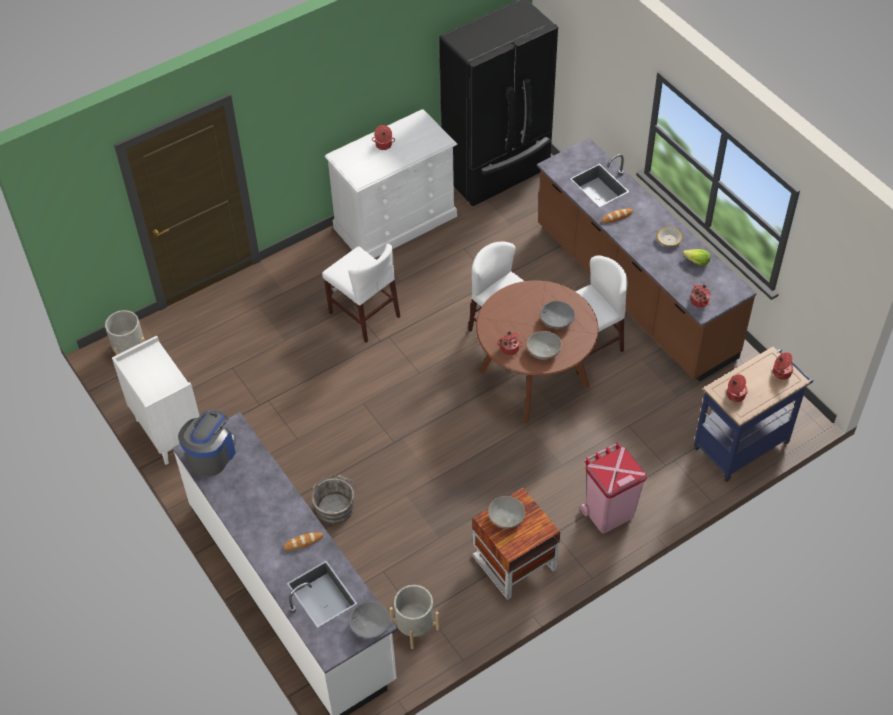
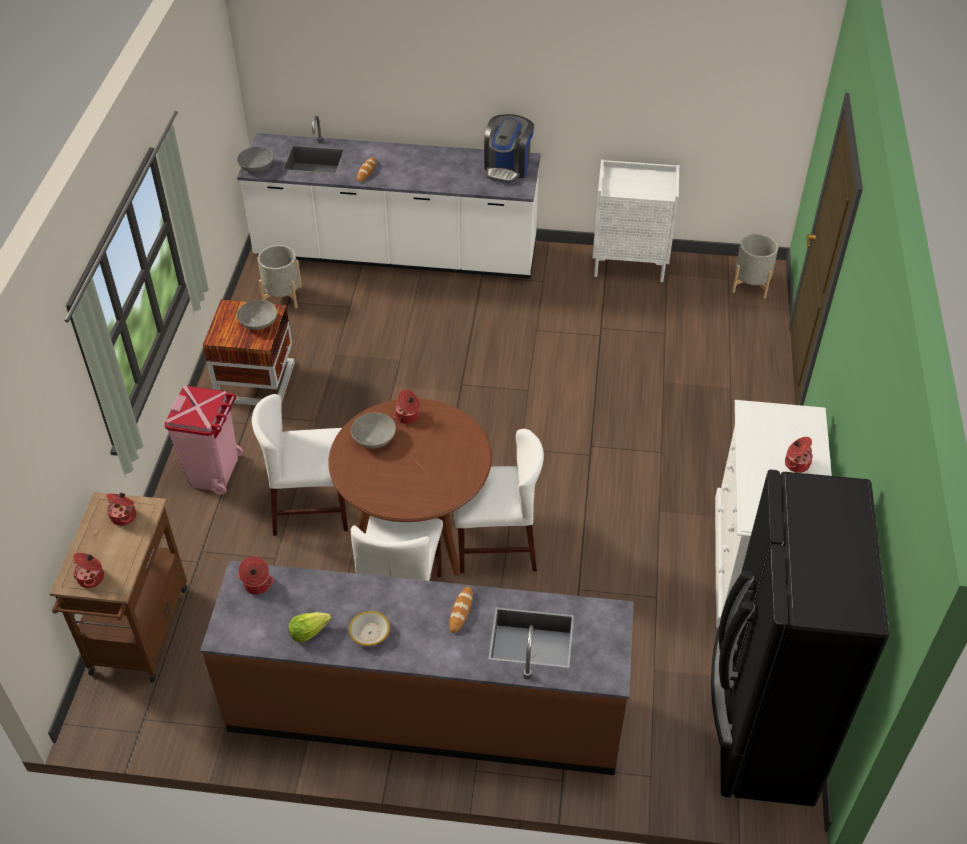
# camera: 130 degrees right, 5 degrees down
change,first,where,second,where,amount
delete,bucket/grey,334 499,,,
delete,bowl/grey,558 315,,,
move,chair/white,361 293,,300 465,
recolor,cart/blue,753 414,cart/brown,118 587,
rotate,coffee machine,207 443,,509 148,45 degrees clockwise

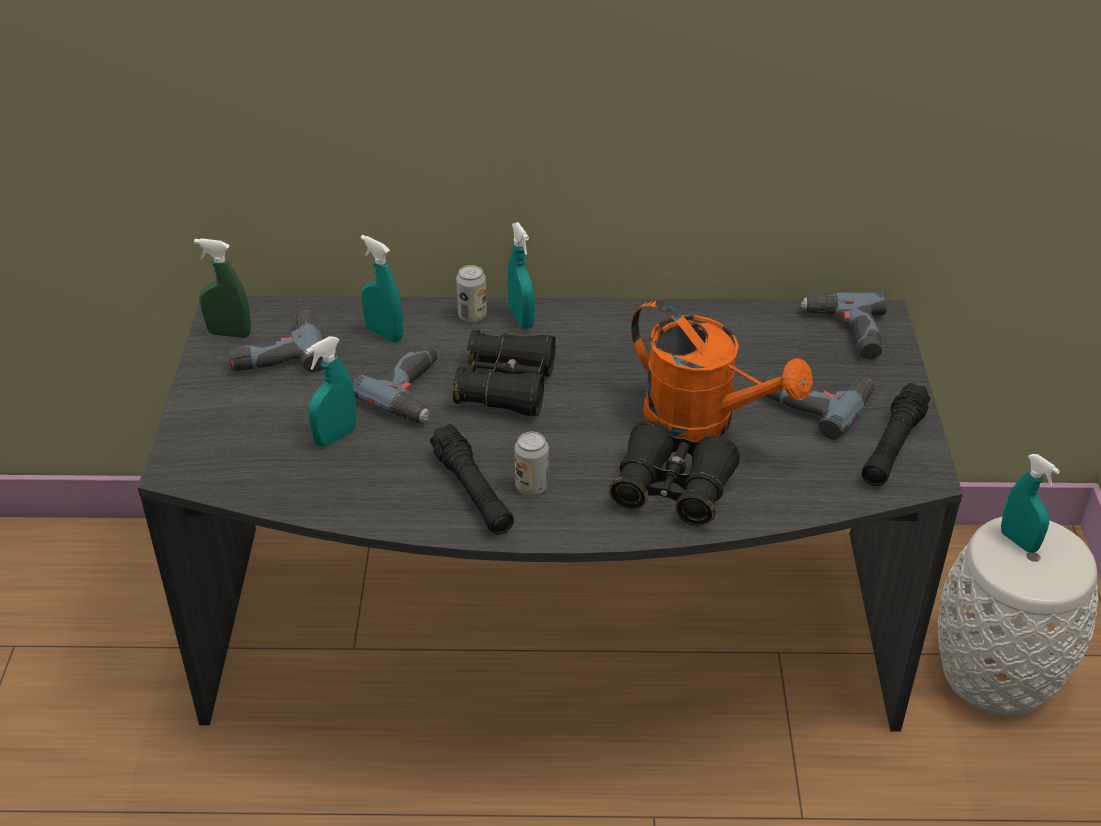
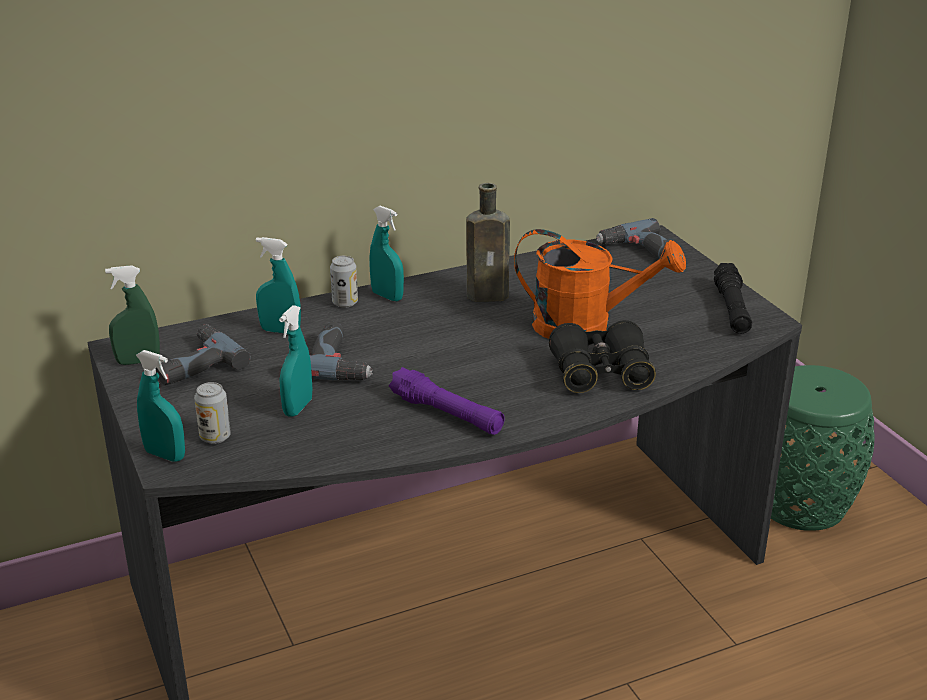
# camera: 25 degrees left, 10 degrees down
change,first,where,second,where,amount
delete,binoculars/black,504 373,,,
delete,power drill,819 407,,,
insert,,,bottle/brown,488 242,
move,can,532 463,,212 413,
move,spray bottle/turquoise,1030 503,,160 405,
recolor,flashlight/black,472 479,flashlight/purple,447 401,
recolor,stool/white,1018 616,stool/green,823 448,

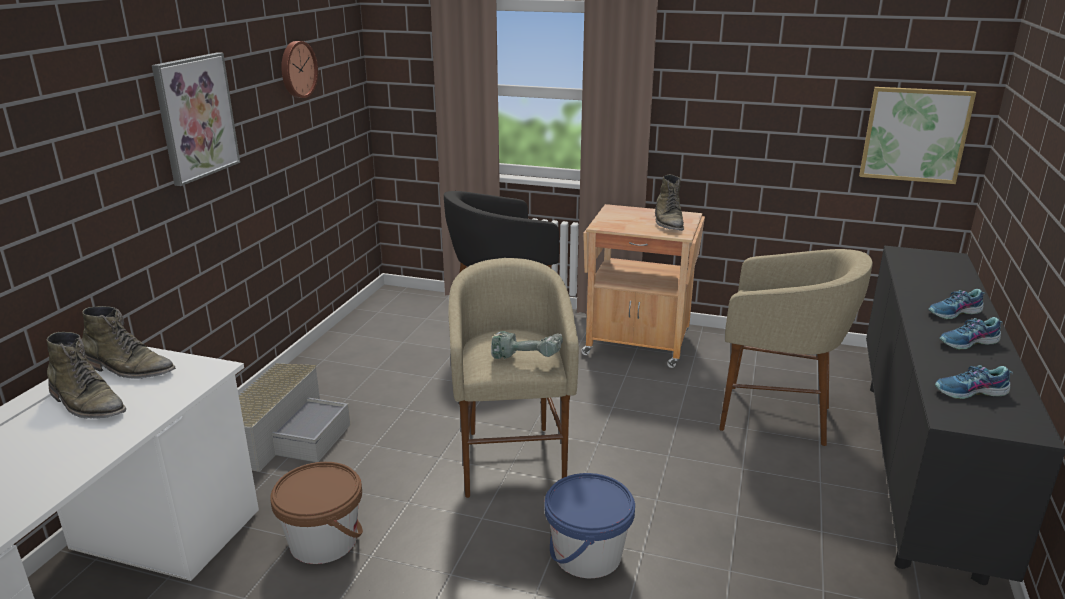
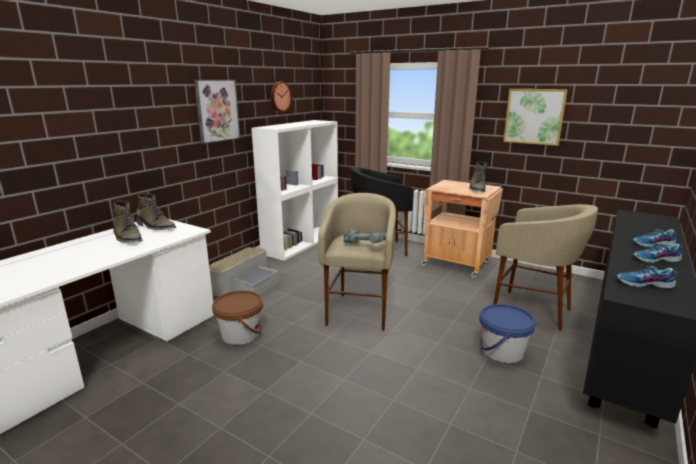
# camera: 15 degrees right, 5 degrees down
change,first,where,second,where,amount
insert,,,bookcase/white,294 190,
move,bucket/blue,589 525,,507 333,
move,picture,917 135,,535 117,

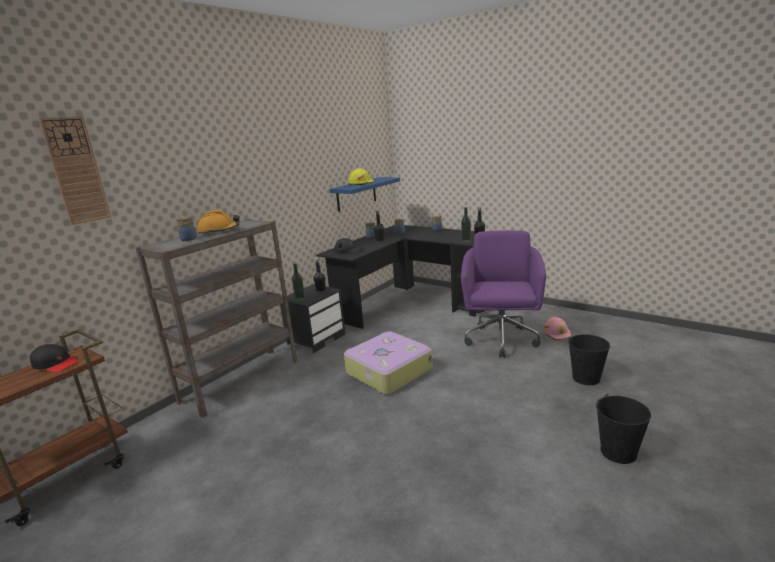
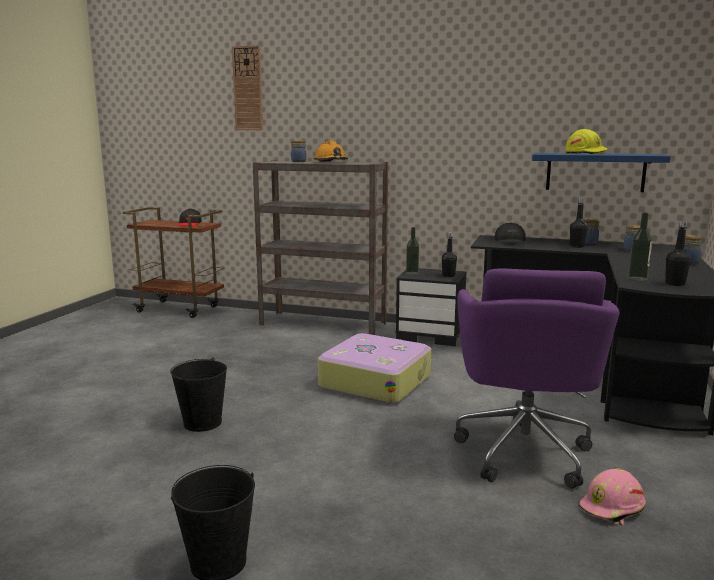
# camera: 70 degrees right, 5 degrees down
change,first,where,second,where,amount
move,bucket/black,589 359,,198 394,
rotate,office chair/purple,503 294,,536 378,105 degrees clockwise

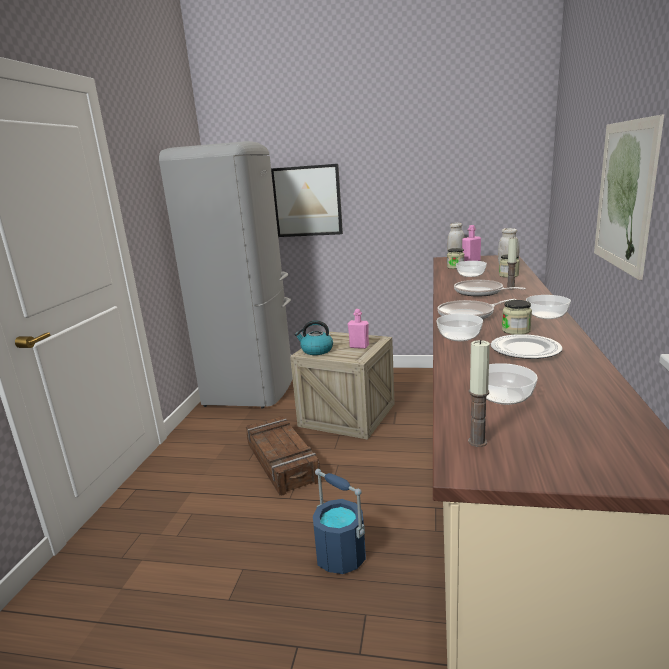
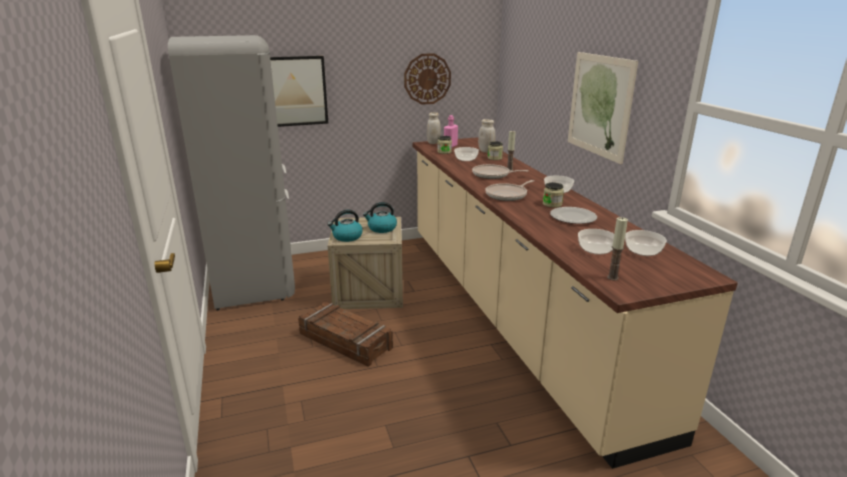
# camera: 30 degrees left, 5 degrees up
change,first,where,second,where,amount
delete,bucket/blue,339 521,,,
insert,,,wall clock,427 79,
move,bowl,460 327,,646 243,
replace,bottle/pink,358 329,kettle,380 217,

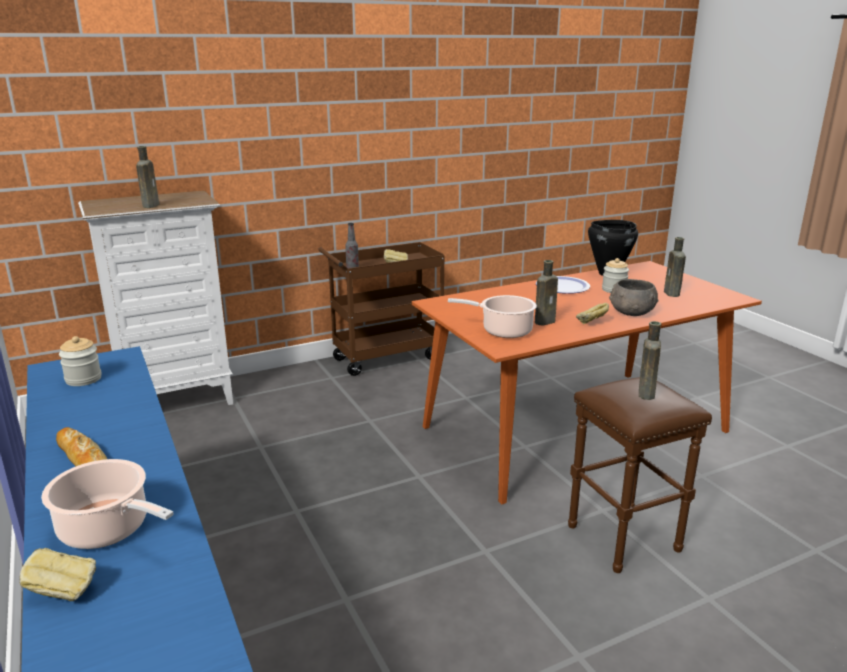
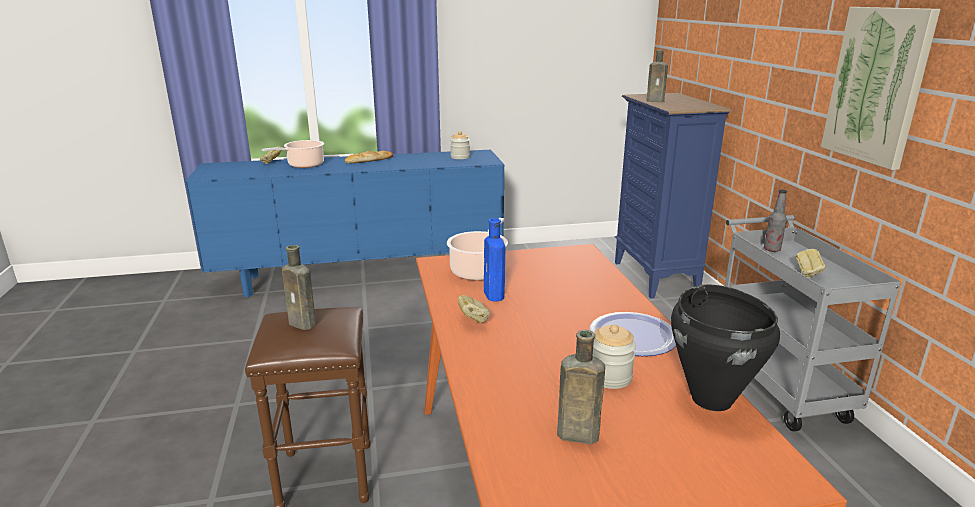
# camera: 105 degrees right, 0 degrees up
change,first,where,second,where,amount
delete,bowl/grey,633 297,,,
insert,,,picture,880 88,
recolor,dresser/white,155 298,dresser/blue,673 196,
recolor,cart/brown,381 309,cart/grey,813 323,
recolor,bottle/brown,546 292,bottle/blue,495 260,

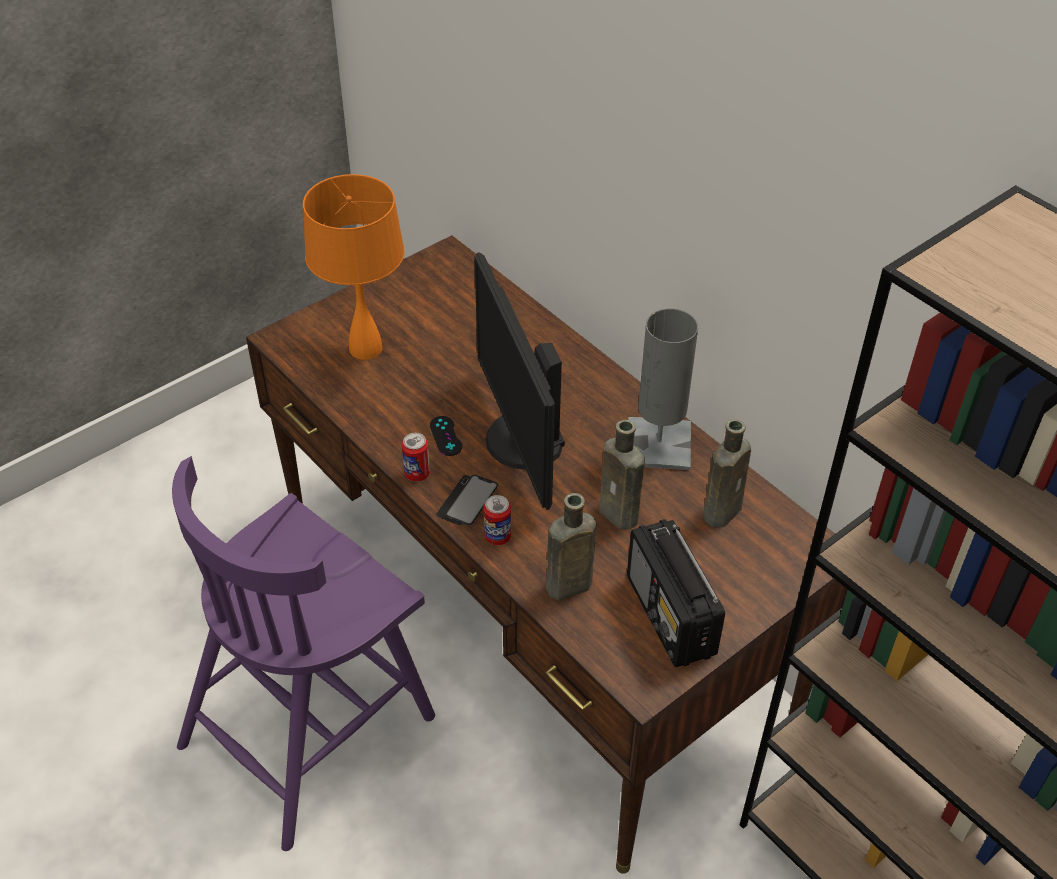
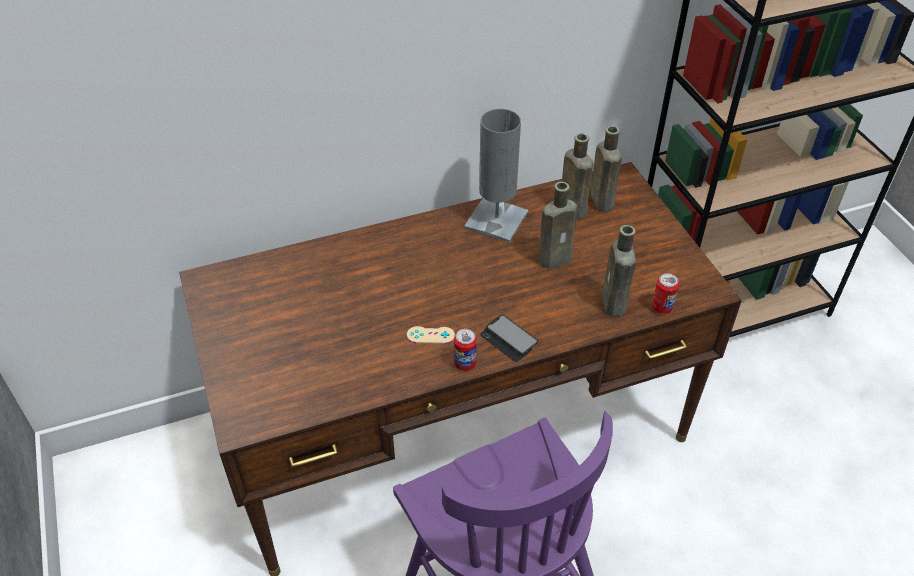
# camera: 70 degrees left, 0 degrees up
change,first,where,second,where,amount
delete,table lamp/orange,354 267,,,
delete,monitor,519 381,,,
delete,radio,676 593,,,
insert,,,bottle/brown,606 169,
move,can,497 520,,665 293,
recolor,game controller/black,446 436,game controller/beige,431 335,

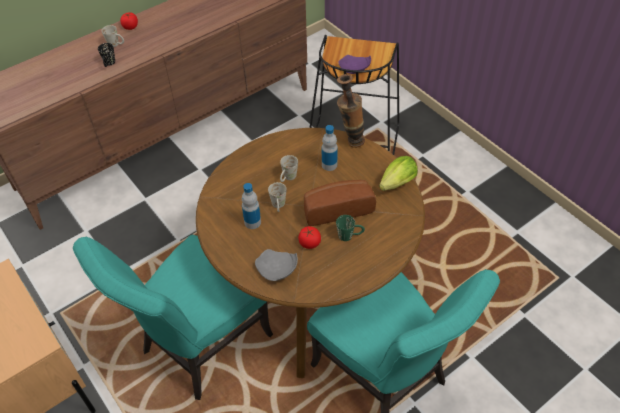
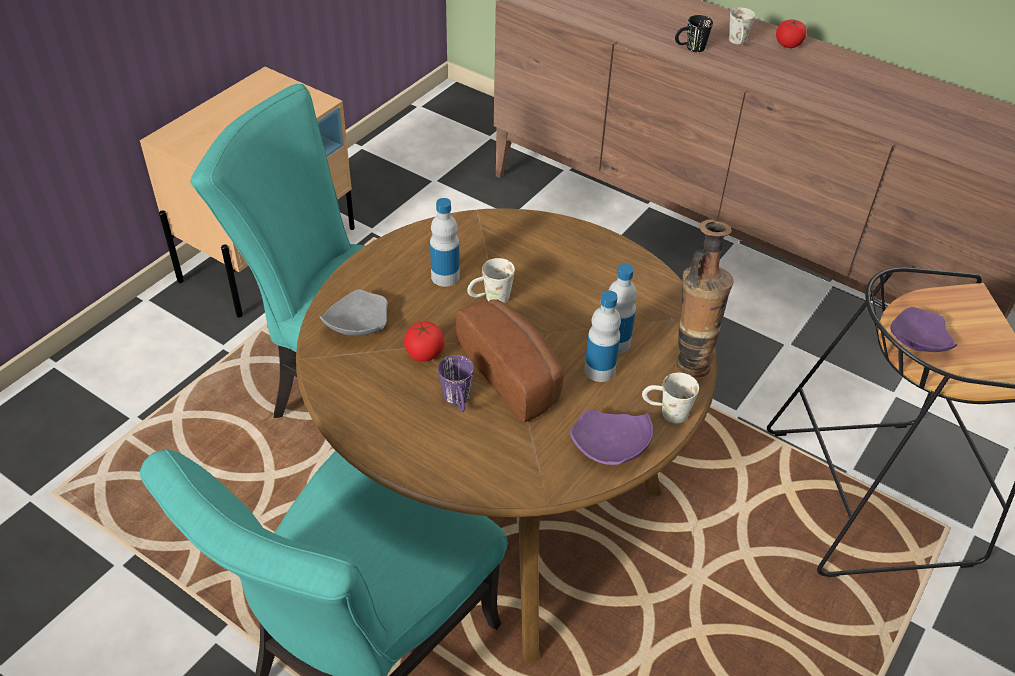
# camera: 70 degrees right, 5 degrees down
change,first,where,second,where,amount
insert,,,bottle,602 336,
move,mug/white,289 168,,670 398,
replace,lettuce,398 173,plate/purple,611 437,
recolor,mug/green,350 228,mug/purple,456 383,

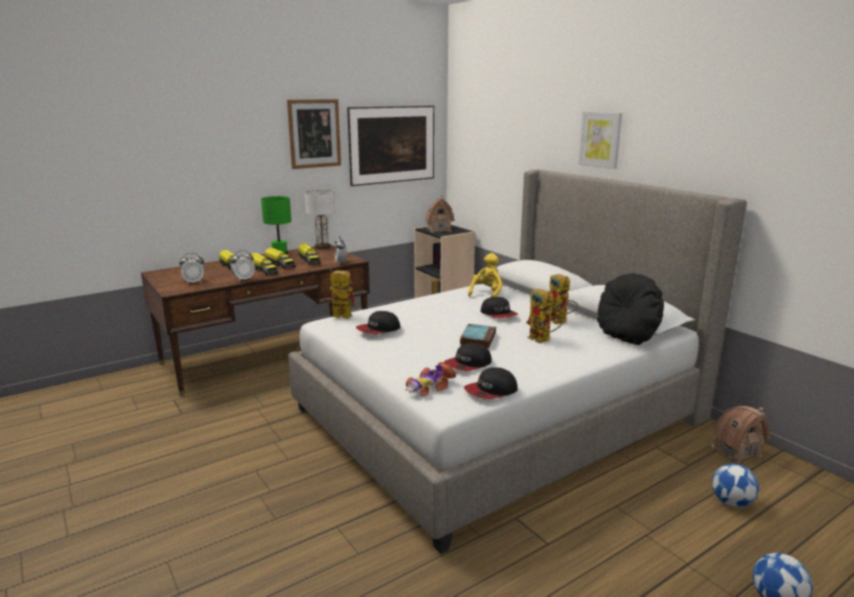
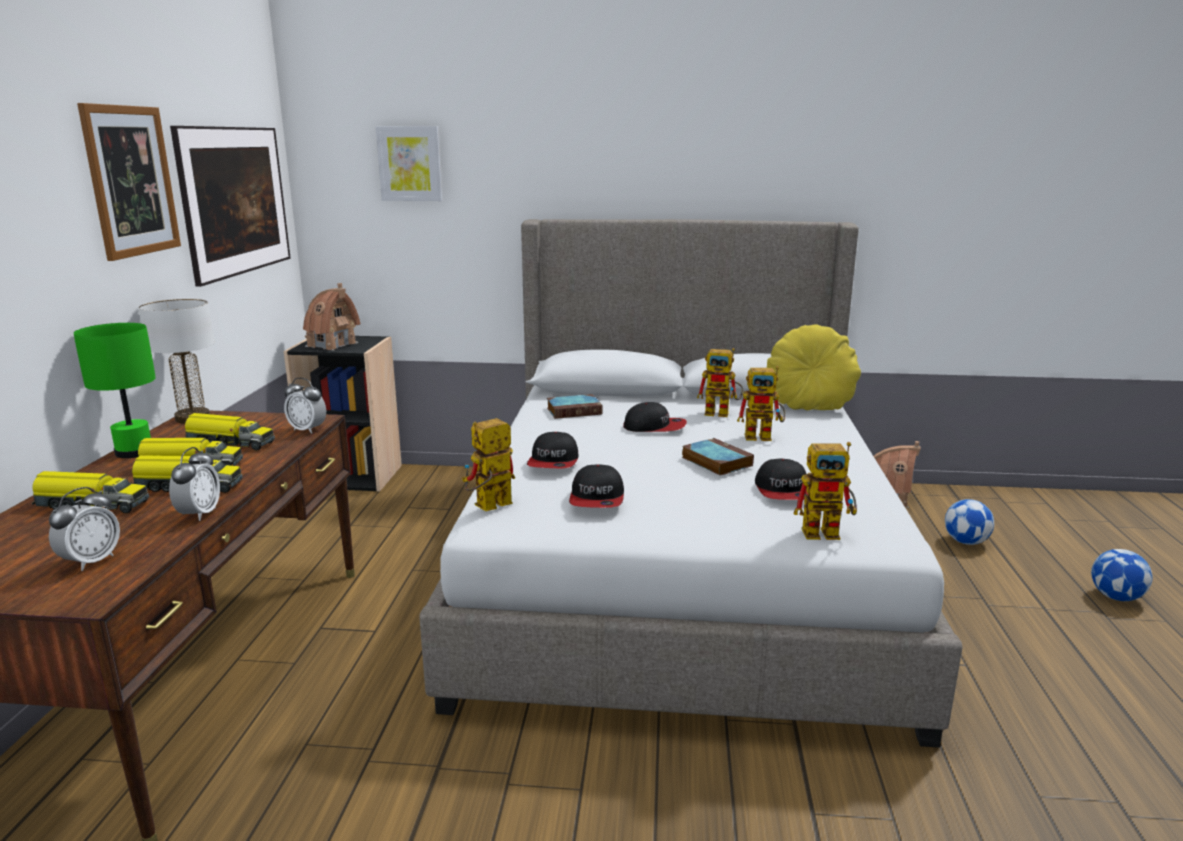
# camera: 50 degrees left, 0 degrees up
change,first,where,second,where,amount
move,cap,490 383,,552 450,
move,picture,600 140,,409 163,
replace,toy car,430 379,toy robot,825 491,
replace,plush toy/yellow,485 275,book,575 406,
recolor,pillow/black,630 309,pillow/yellow,814 367,

